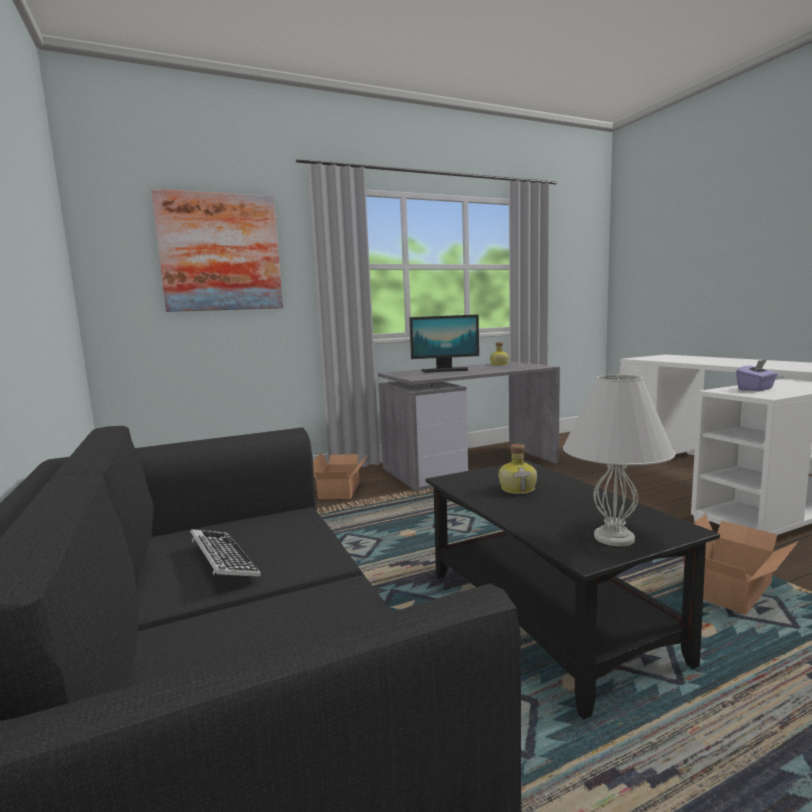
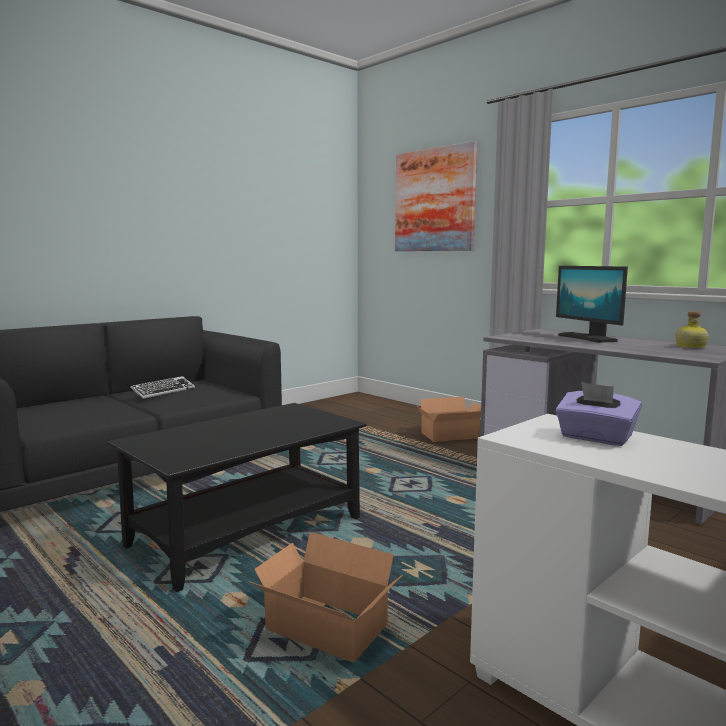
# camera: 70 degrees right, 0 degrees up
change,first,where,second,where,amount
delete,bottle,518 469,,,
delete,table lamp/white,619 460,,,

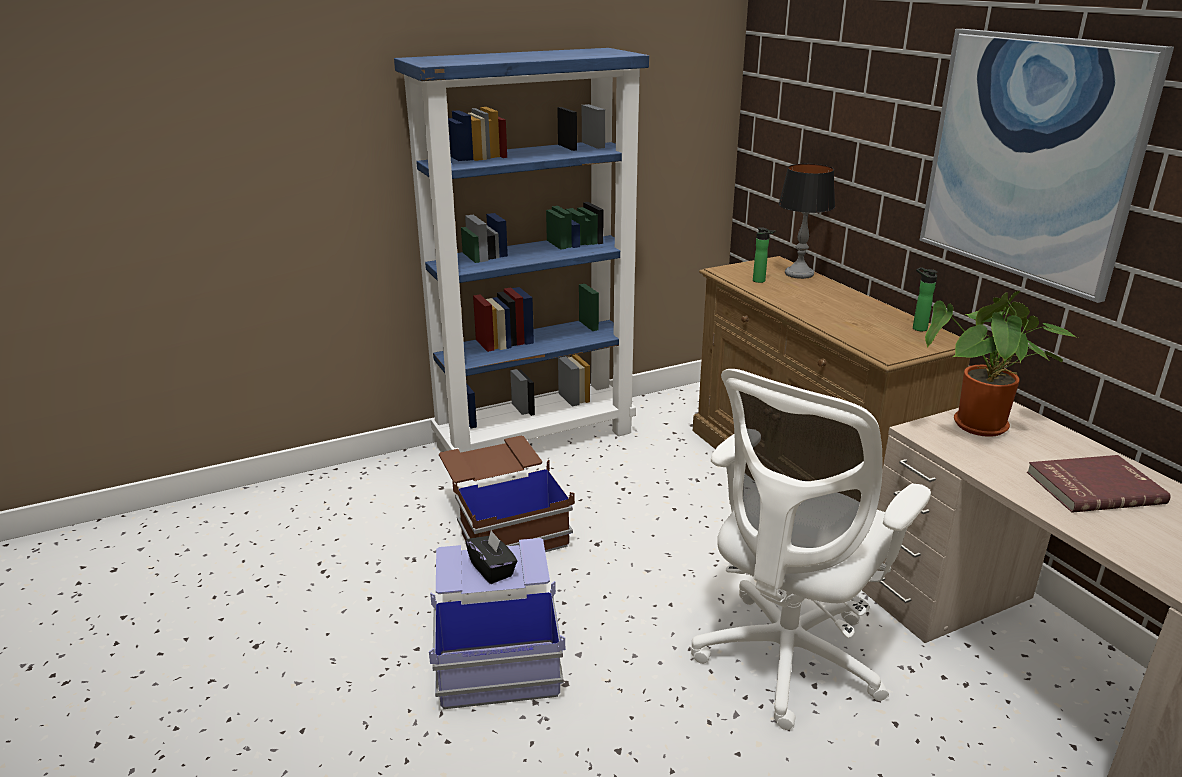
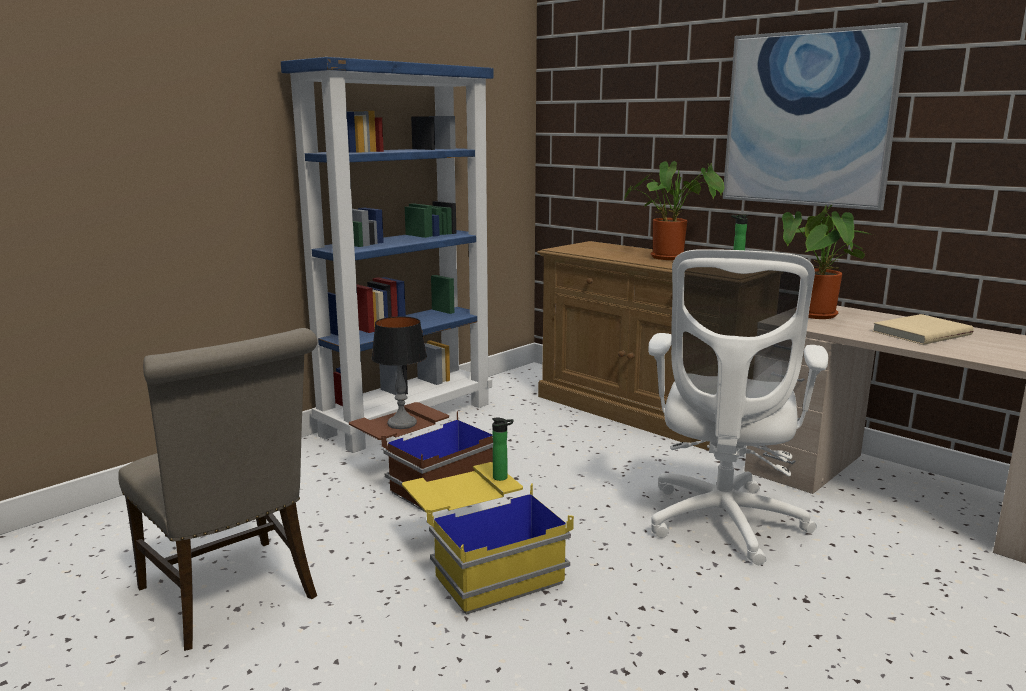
# camera: 20 degrees left, 10 degrees down
change,first,where,second,where,amount
delete,tissue box/black,491 557,,,
insert,,,chair/beige,217 489,
insert,,,potted plant,674 210,
move,bottle,764 255,,502 449,
move,table lamp,807 221,,399 372,
recolor,storage box/blue,497 623,storage box/yellow,488 538,
recolor,book/red,1098 484,book/beige,923 329,

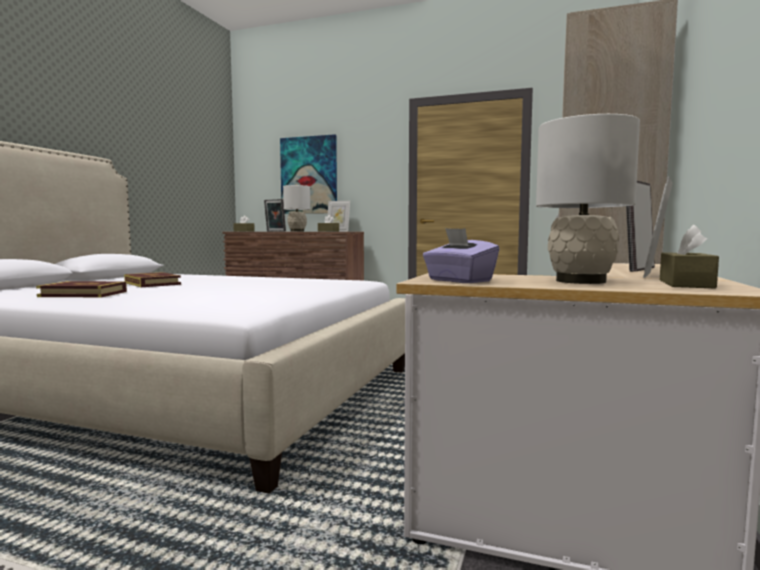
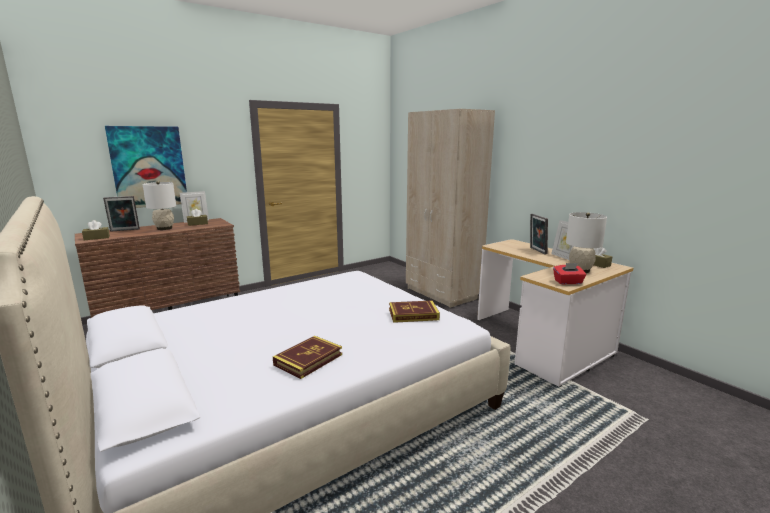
# camera: 55 degrees left, 10 degrees up
change,first,where,second,where,amount
move,book,152 279,,414 312,
recolor,tissue box/purple,461 255,tissue box/red,569 273,

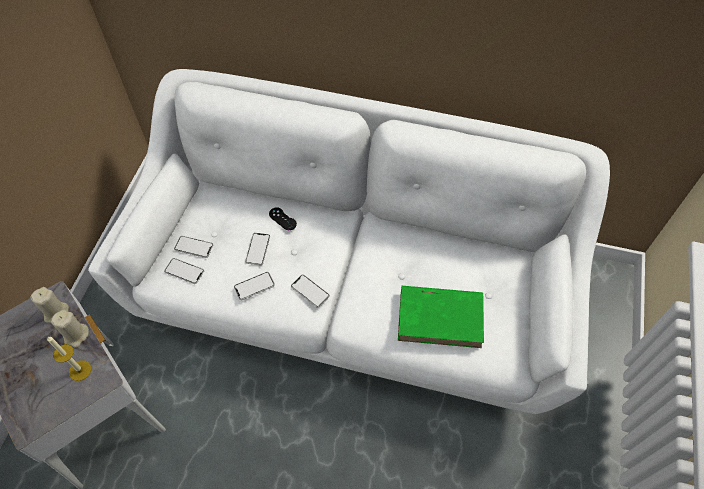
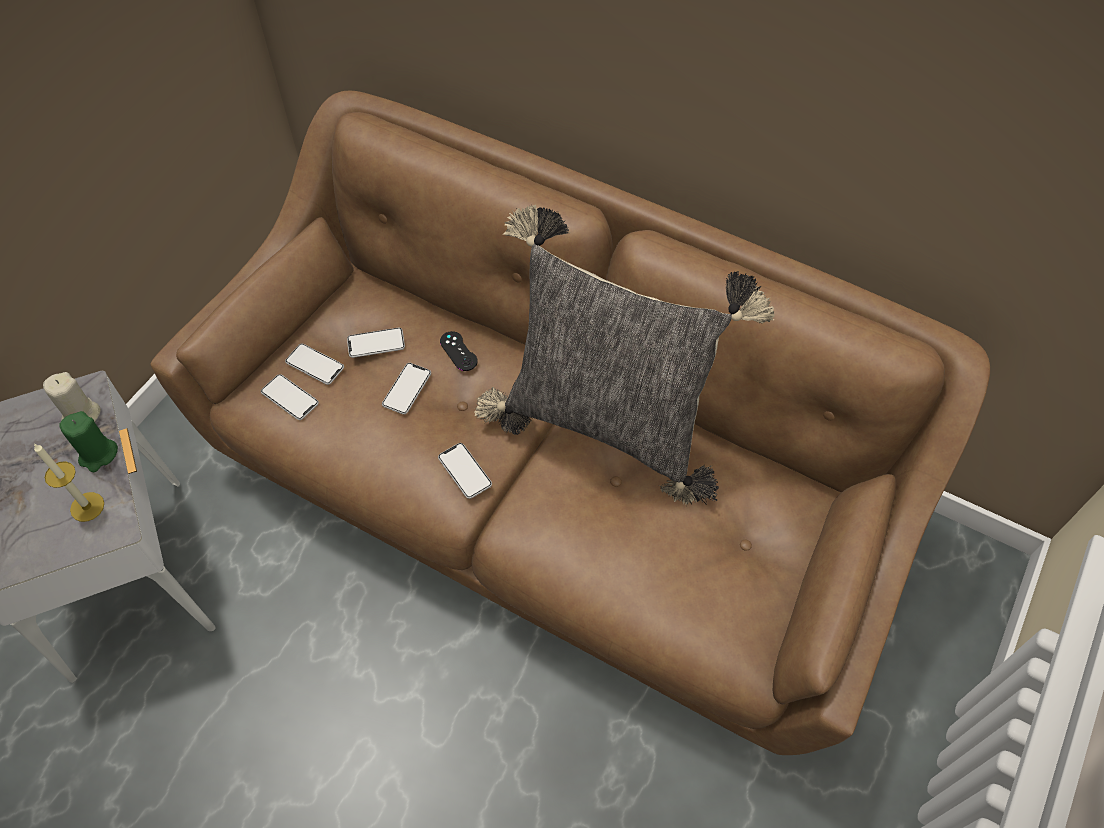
# camera: 15 degrees right, 0 degrees up
change,first,where,second,where,amount
delete,book/green,441 317,,,
insert,,,pillow,624 355,
move,phone,254 286,,376 343,
recolor,candle/beige,70 329,candle/green,88 441,
recolor,sofa/white,349 241,sofa/brown,570 423,

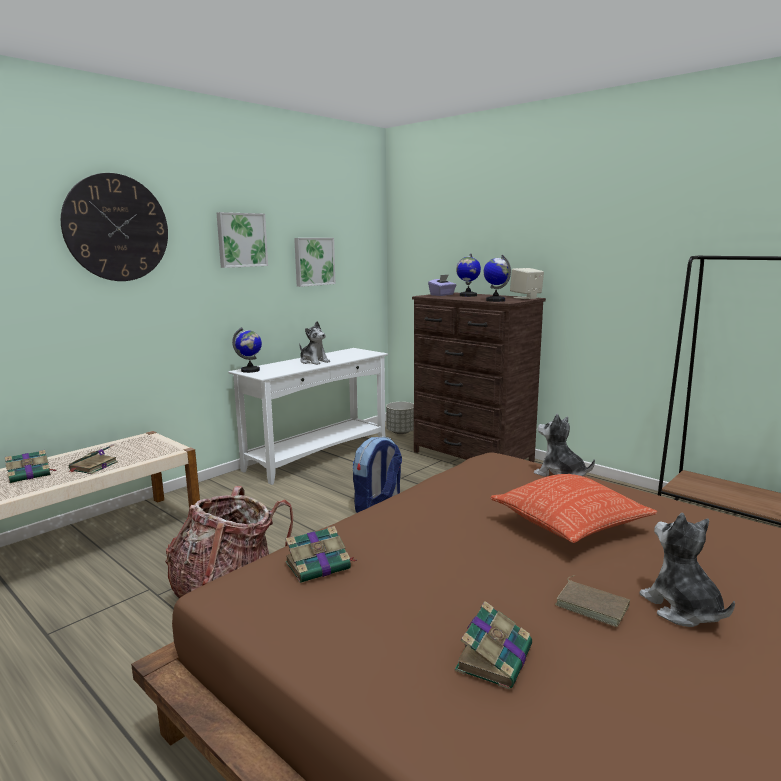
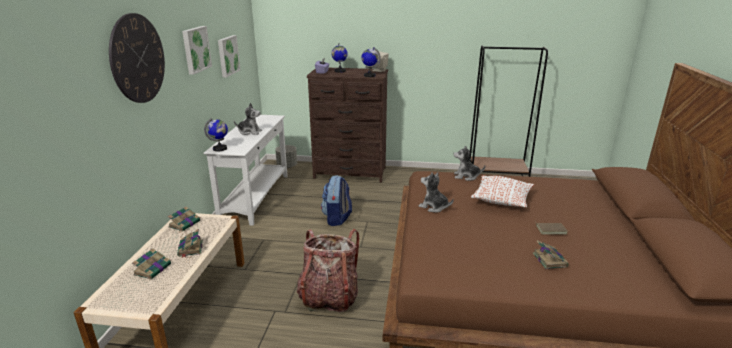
# camera: 35 degrees left, 10 degrees up
change,first,where,second,where,amount
move,book,321 554,,184 219,
move,plush toy,687 570,,436 192,
recolor,pillow/orange,573 508,pillow/white,502 191,

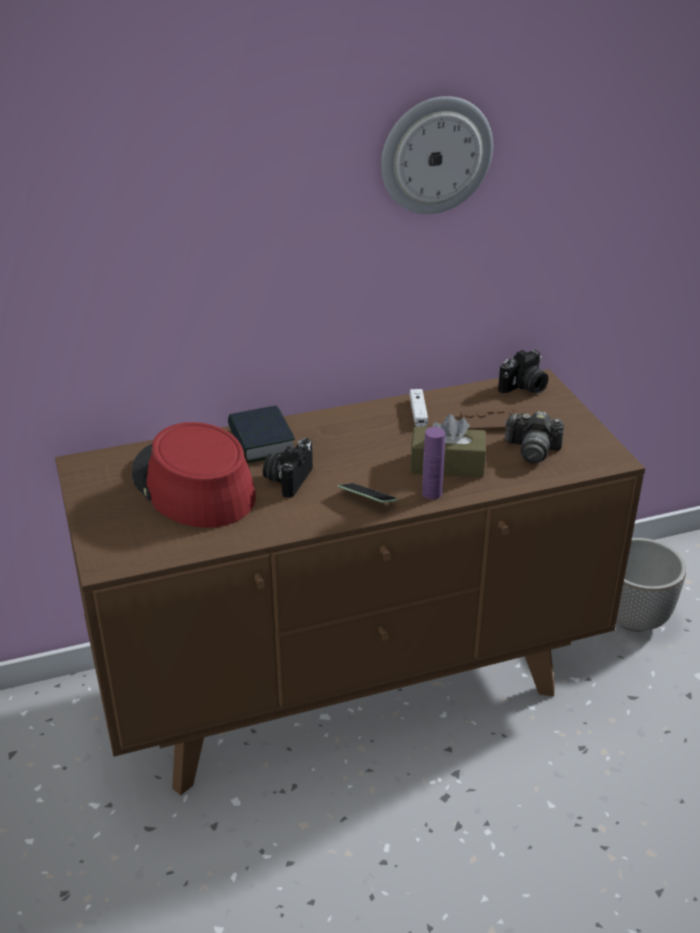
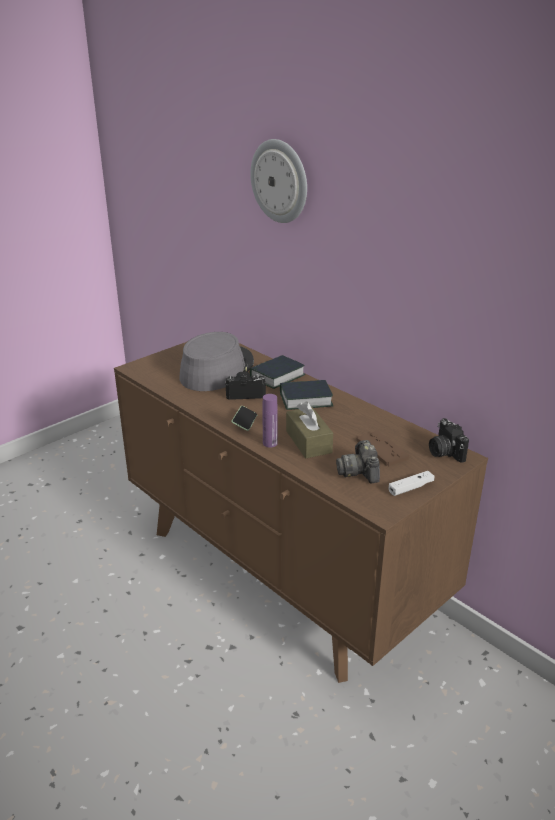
# camera: 65 degrees right, 5 degrees down
change,first,where,second,where,amount
delete,planter,651 585,,,
insert,,,book,306 395,
move,wall clock,437 155,,278 181,
move,game controller/white,419 408,,412 483,
recolor,hat/red,194 475,hat/grey,216 361,
rotate,photo camera,523 372,,449 440,45 degrees clockwise

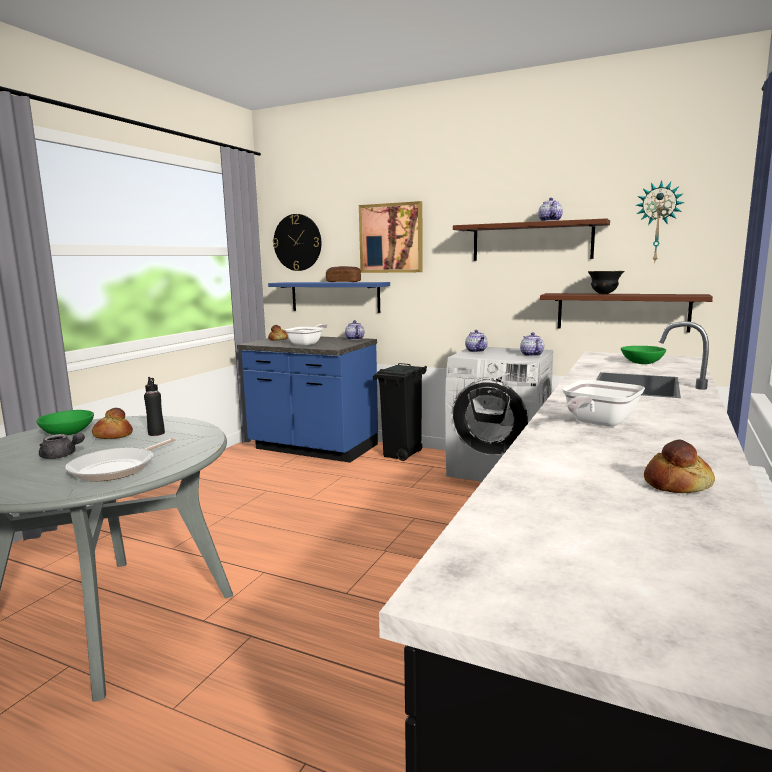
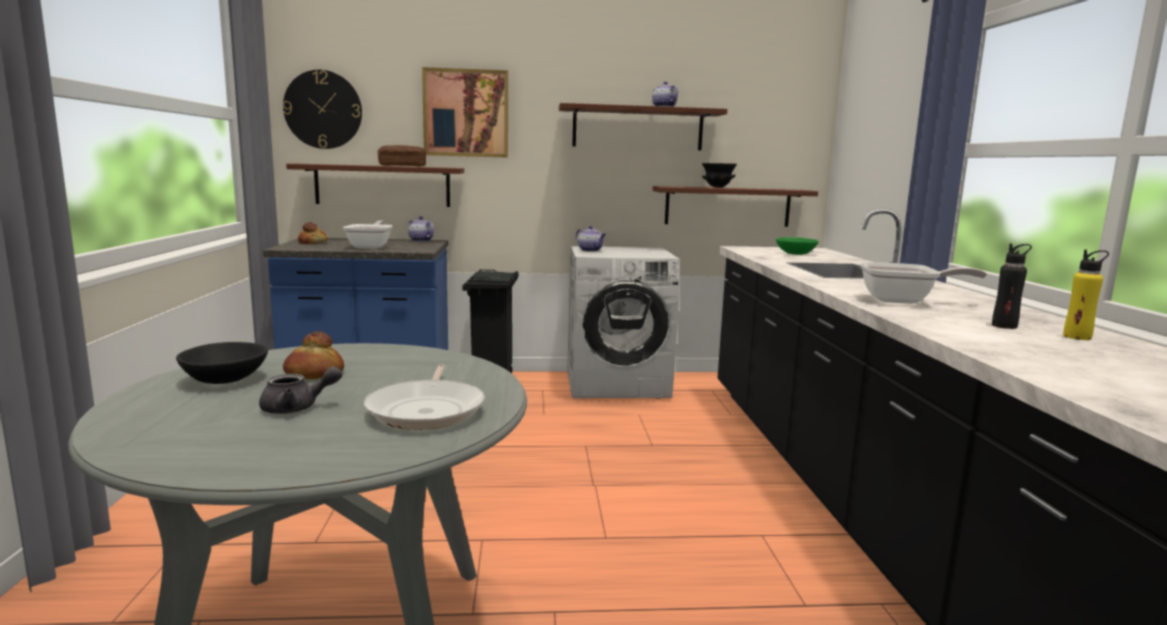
# camera: 30 degrees left, 0 degrees up
change,first,where,second,where,amount
delete,teapot,532 344,,,
delete,wall clock,660 220,,,
move,bottle/black,154 406,,1012 286,
replace,bread,679 466,bottle/yellow,1086 294,
recolor,bowl/green,65 422,bowl/black,222 363,
recolor,shelf/blue,329 297,shelf/brown,375 185,
rotate,frying pan,603 403,,923 283,90 degrees counterclockwise

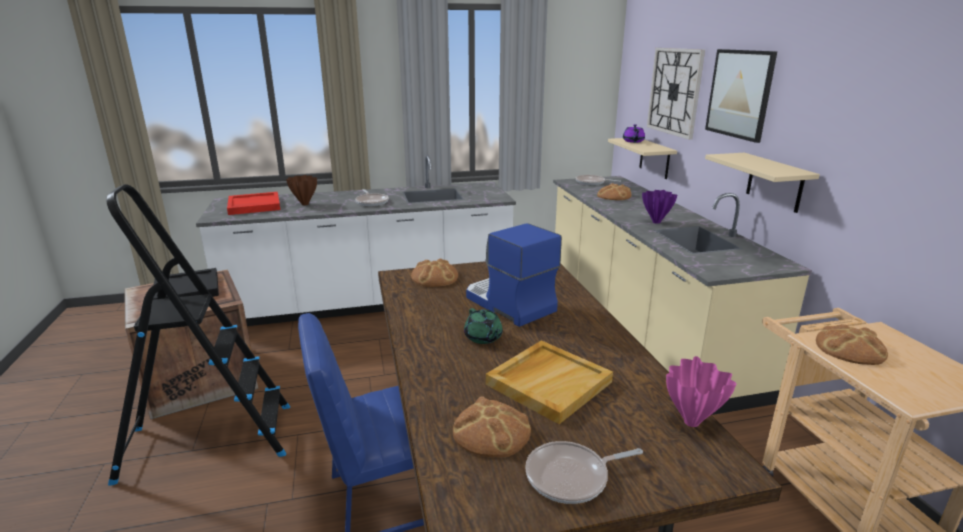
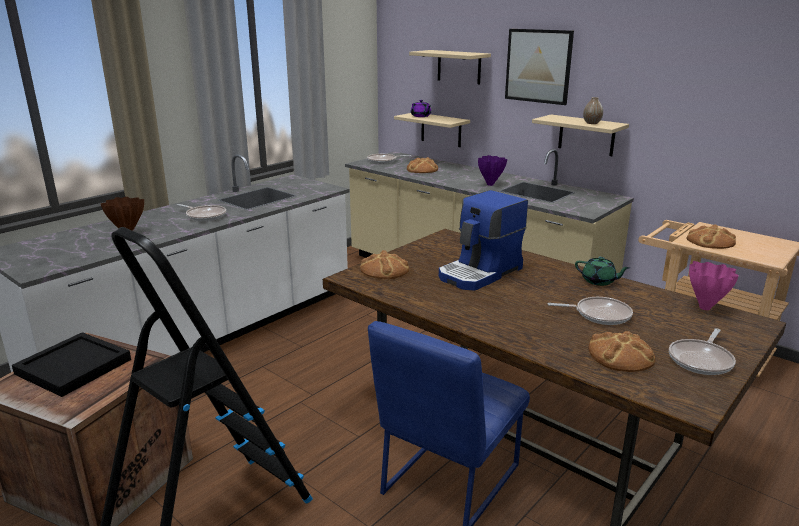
# camera: 35 degrees left, 0 degrees up
change,first,where,second,where,amount
delete,tray/red,253 203,,,
insert,,,vase,593 110,
move,teapot/green,483 326,,602 271,
replace,tray/beige,549 382,frying pan,590 311,
replace,wall clock,676 94,shelf/beige,450 67,
rotate,coffee machine,514 275,,483 240,60 degrees counterclockwise

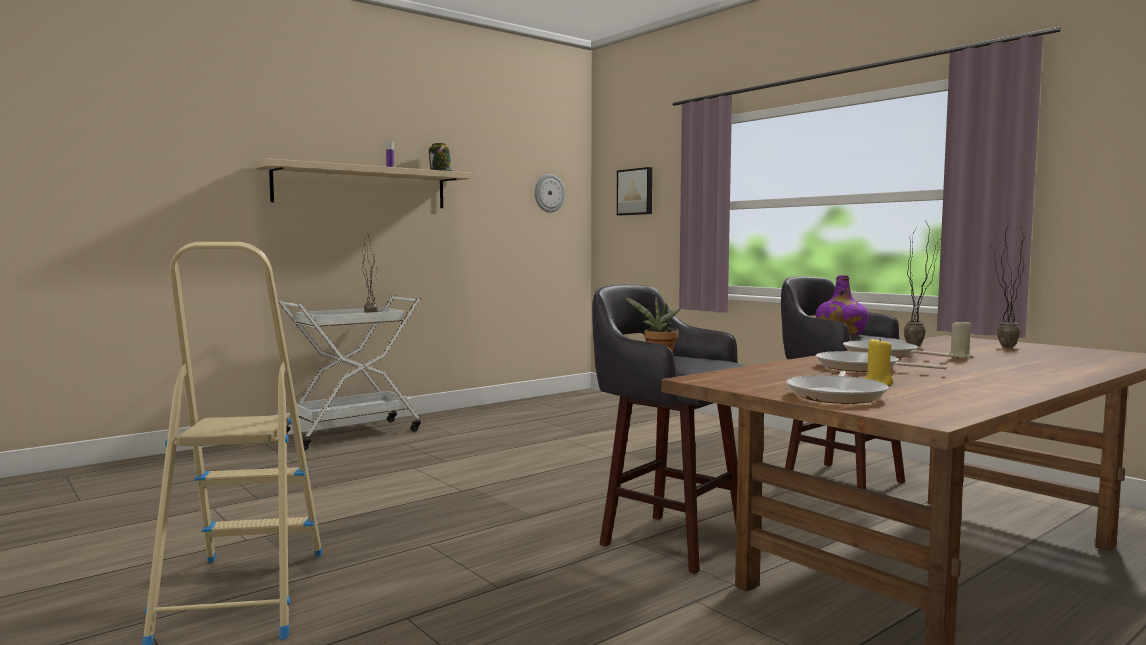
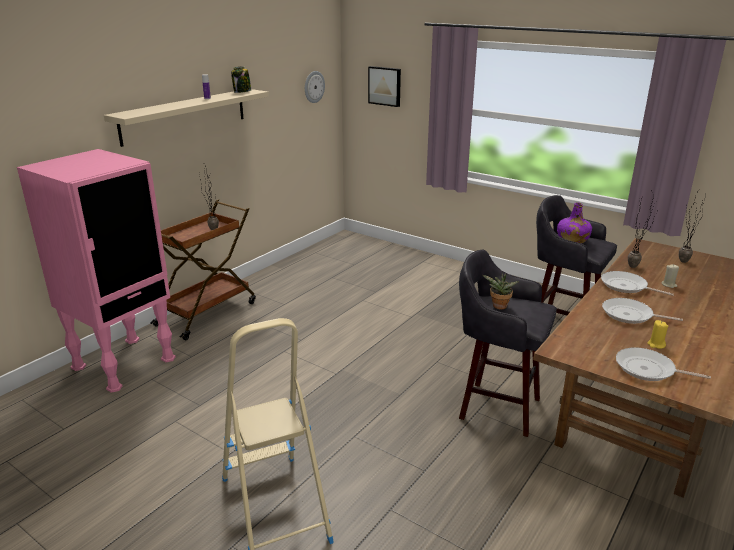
# camera: 15 degrees left, 20 degrees up
change,first,where,second,where,amount
insert,,,cabinet/pink,96 271,
recolor,cart/white,349 372,cart/brown,203 269,
rotate,frying pan,837 387,,663 364,105 degrees clockwise

